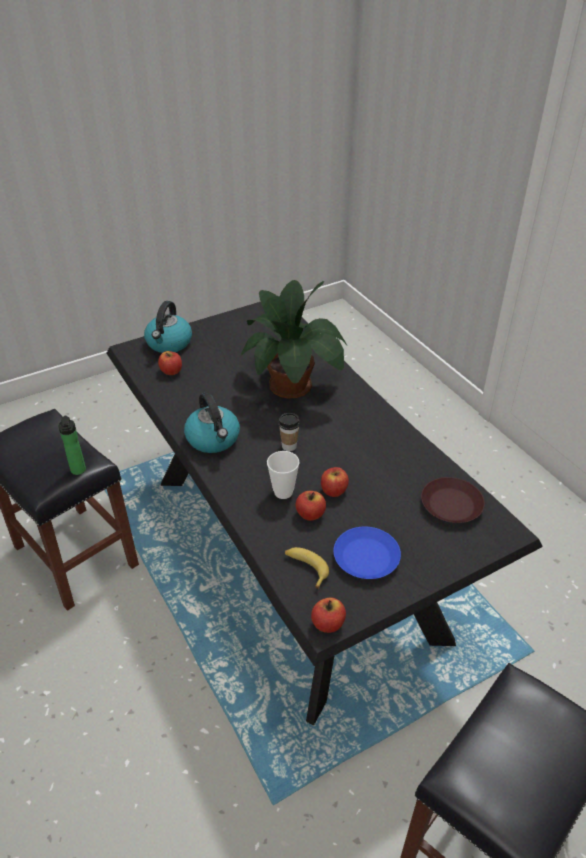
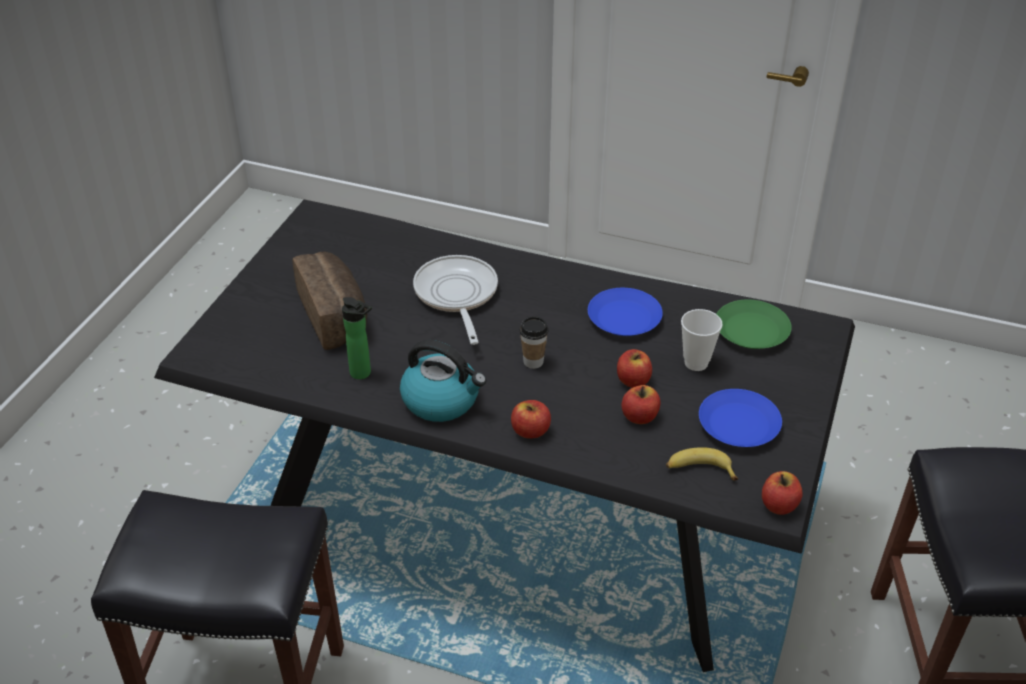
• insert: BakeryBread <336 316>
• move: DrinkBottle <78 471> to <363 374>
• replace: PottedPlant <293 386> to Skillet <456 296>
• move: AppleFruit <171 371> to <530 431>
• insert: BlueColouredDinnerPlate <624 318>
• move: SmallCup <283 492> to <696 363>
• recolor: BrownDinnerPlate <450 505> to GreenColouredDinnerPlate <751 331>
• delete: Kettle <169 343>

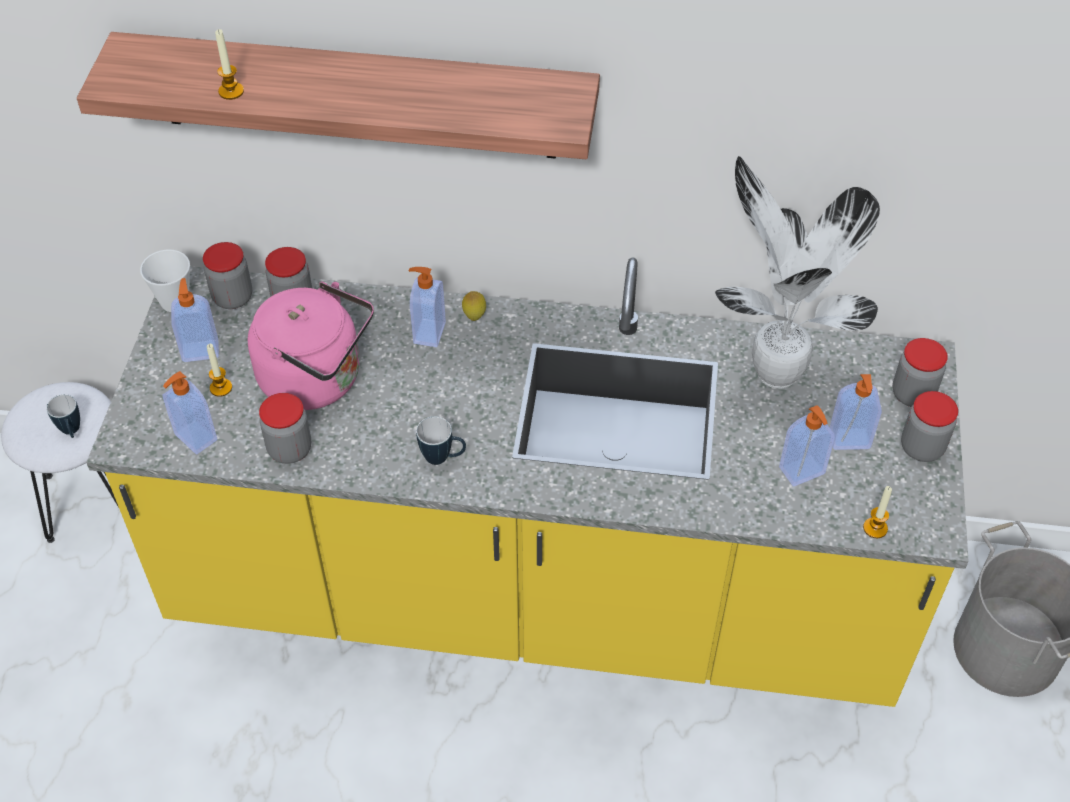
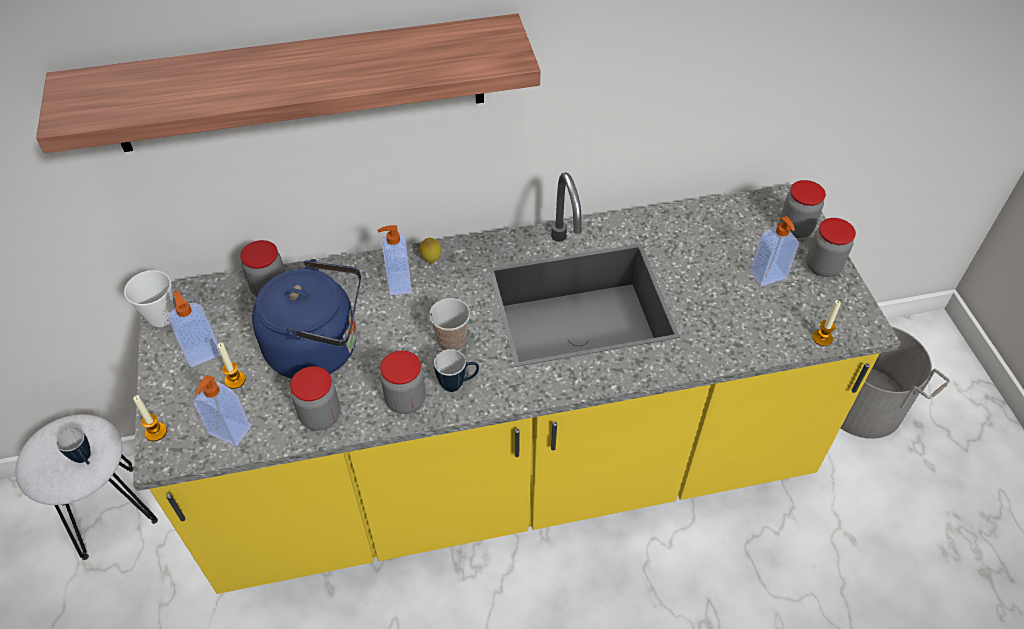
• move: WaxLight <231 91> to <156 432>
• recolor: PinkColouredKettle <317 379> to BlueColouredKettle <319 348>
• move: Jar <233 297> to <406 400>
• insert: SmallCup <452 342>
• delete: PottedPlant <772 371>
• delete: SoapDispenser <802 472>

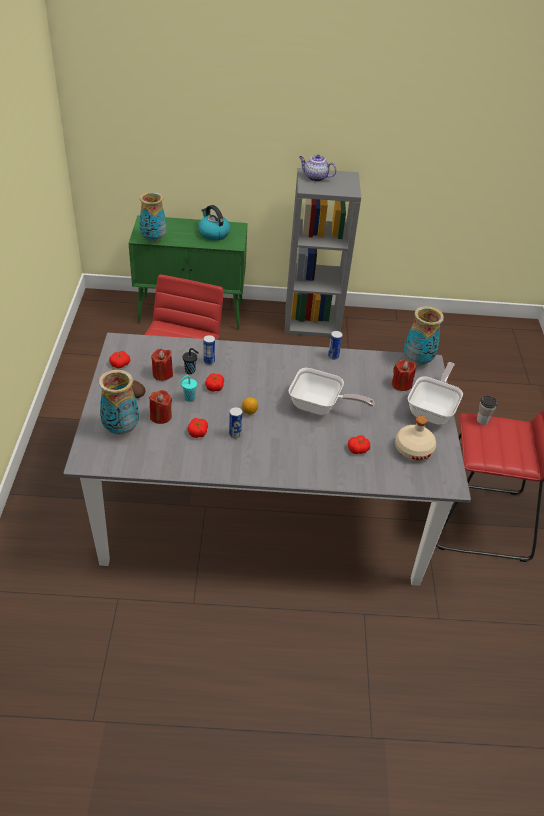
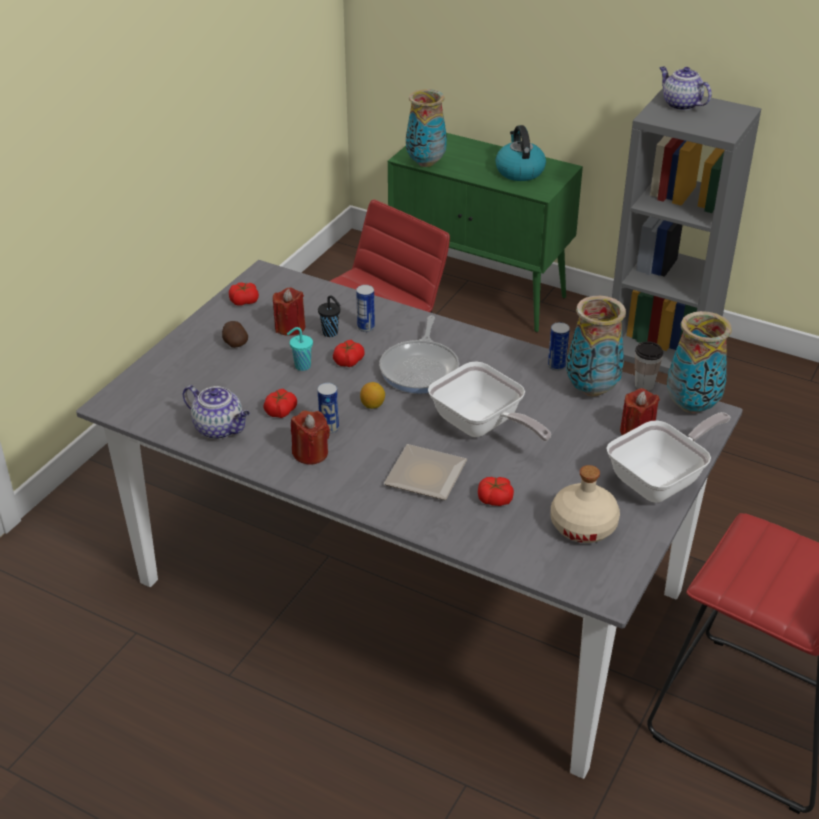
• insert: PotForTea <220 428>
• move: ReddishWaxLight <161 416> to <310 453>
• insert: Skillet <420 368>
• insert: DinnerPlate <428 475>
• move: Vase <121 429> to <592 389>
• move: SmallCup <482 420> to <644 385>

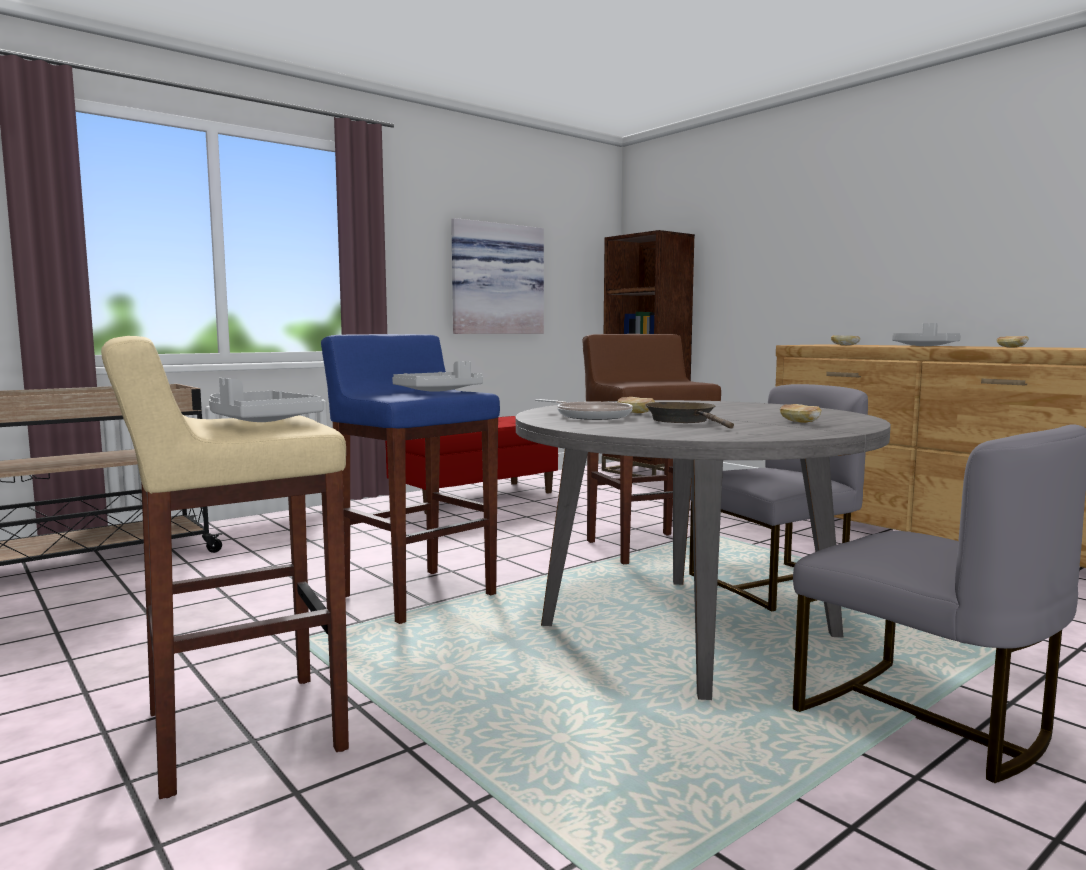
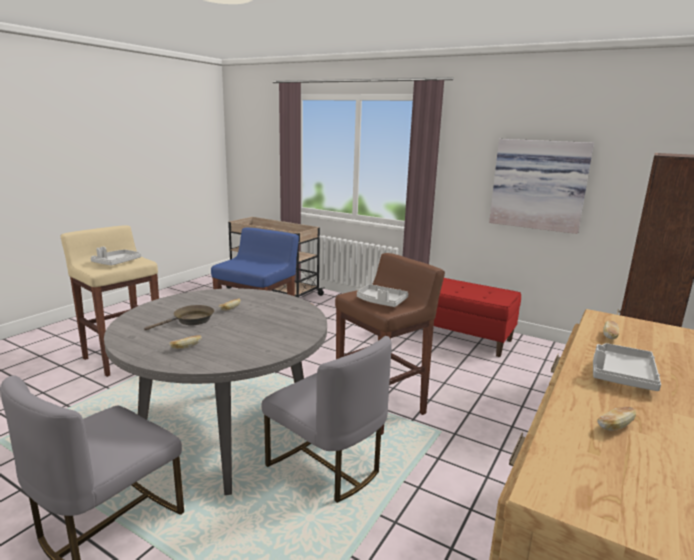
• move: GreyishServingTray <438 391> to <381 302>
• delete: Skillet <590 416>

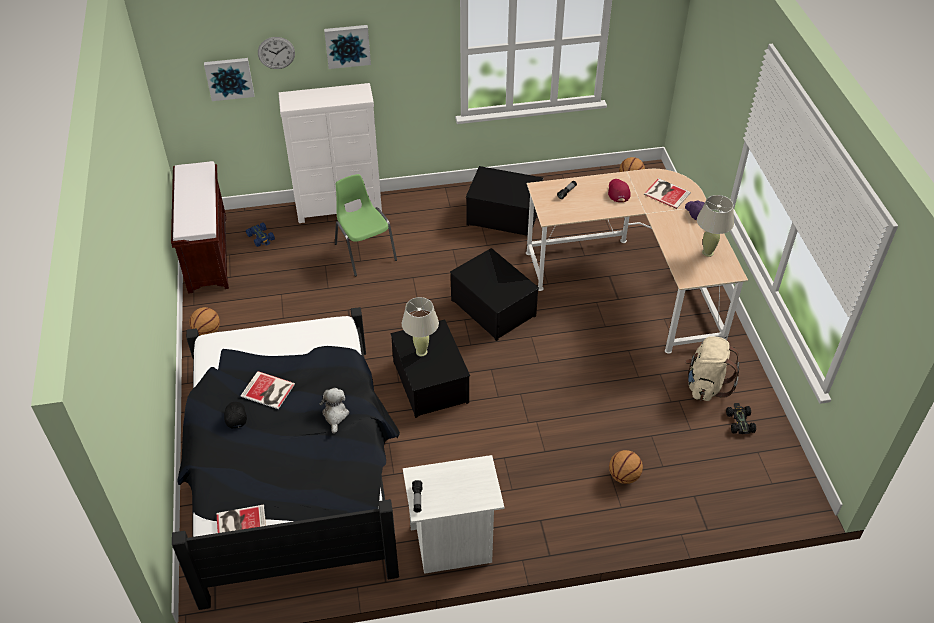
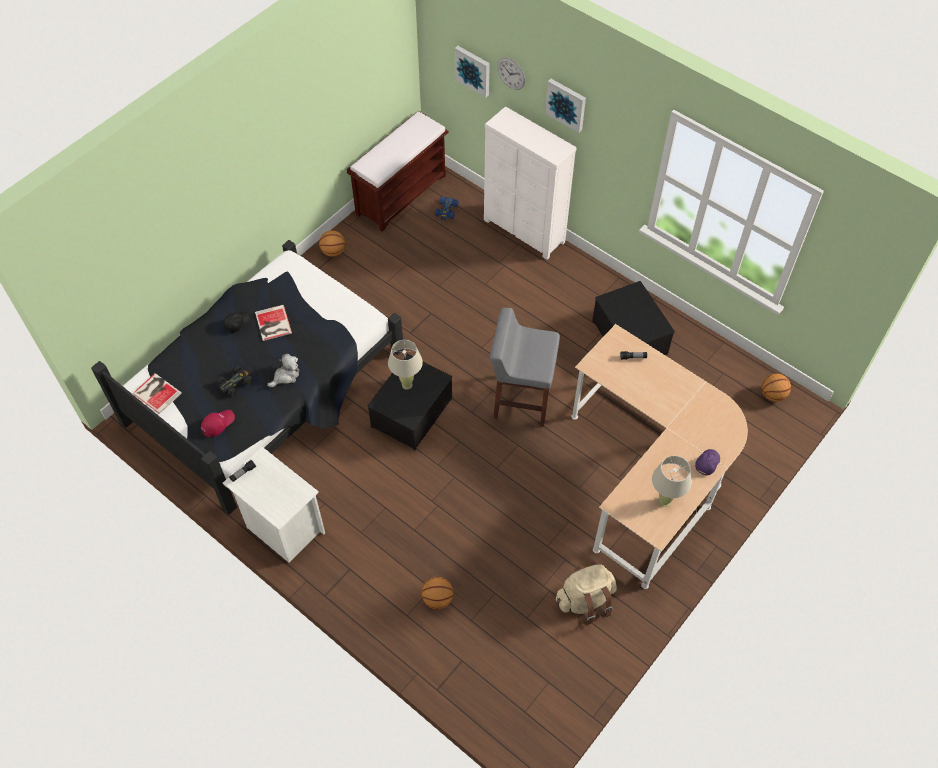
• move: ReddishBaseballCap <618 192> to <217 423>
• move: BlackishMiniatureCar <739 422> to <235 382>
• replace: StorageContainer <492 308> to GreyishStool <521 399>
• delete: GreenColouredUprightChair <364 251>
• delete: BoundBook <666 193>

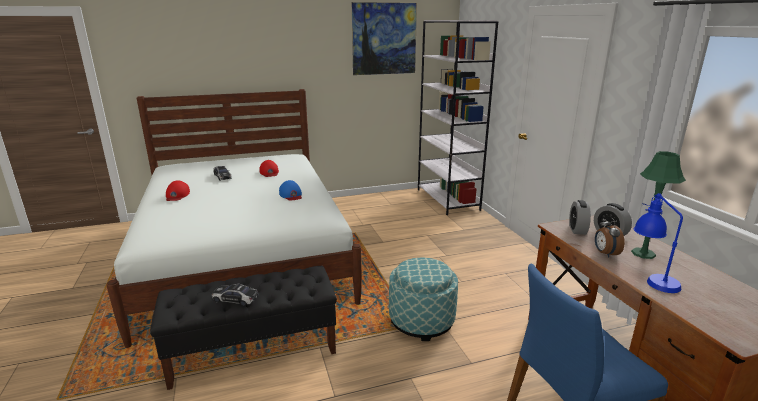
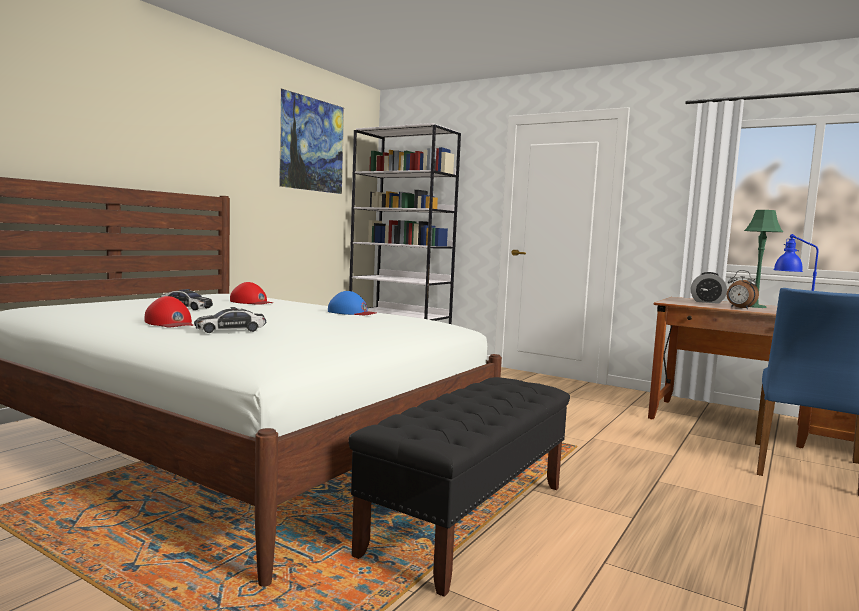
• move: MiniatureCar <235 299> to <230 330>
• delete: Pouffe <421 320>
• delete: TableClock <577 229>

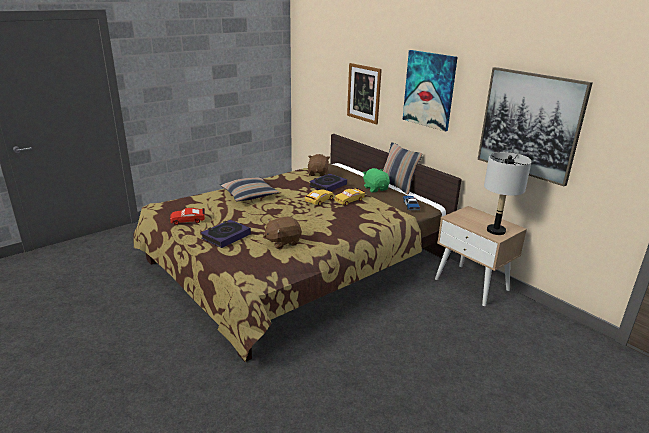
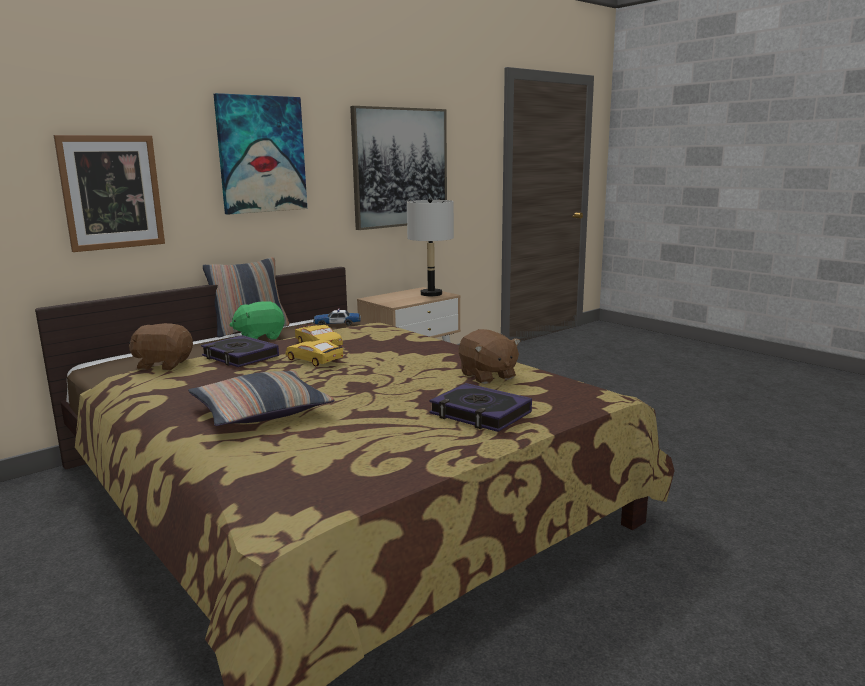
• delete: ReddishMiniatureCar <188 220>

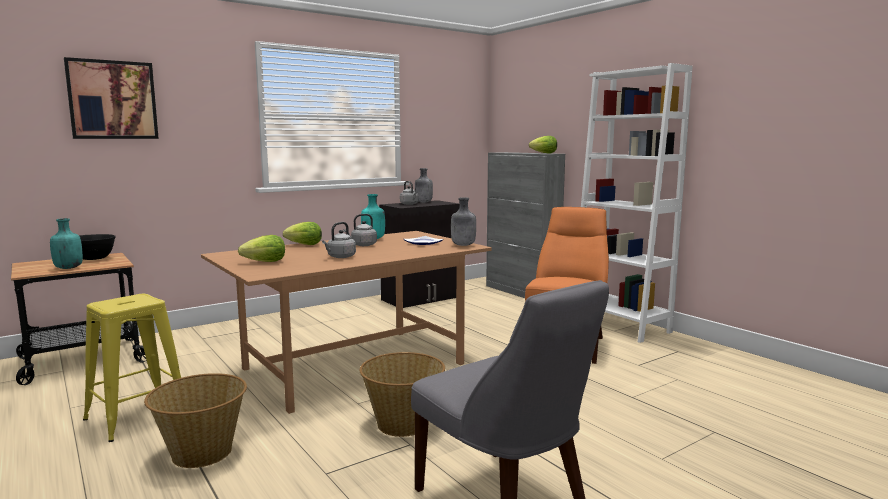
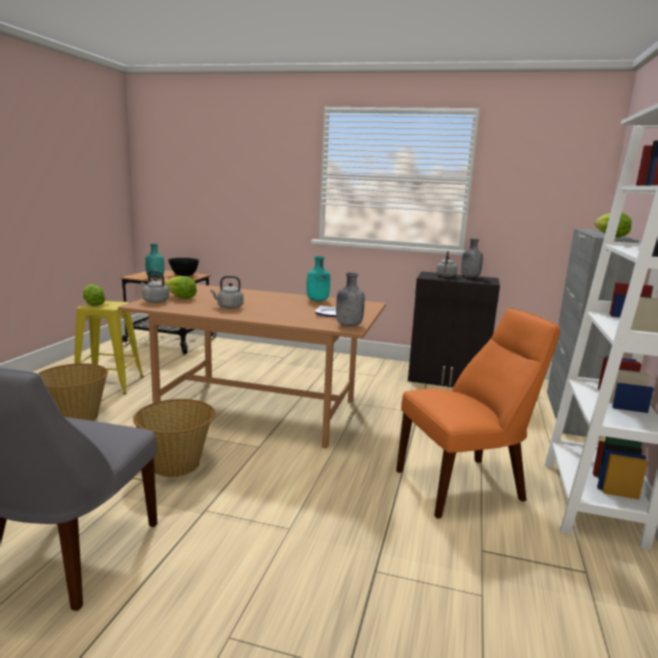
• move: Lettuce <304 245> to <93 304>
• move: GreyishKettle <362 245> to <155 301>
• delete: WallPicture <112 100>

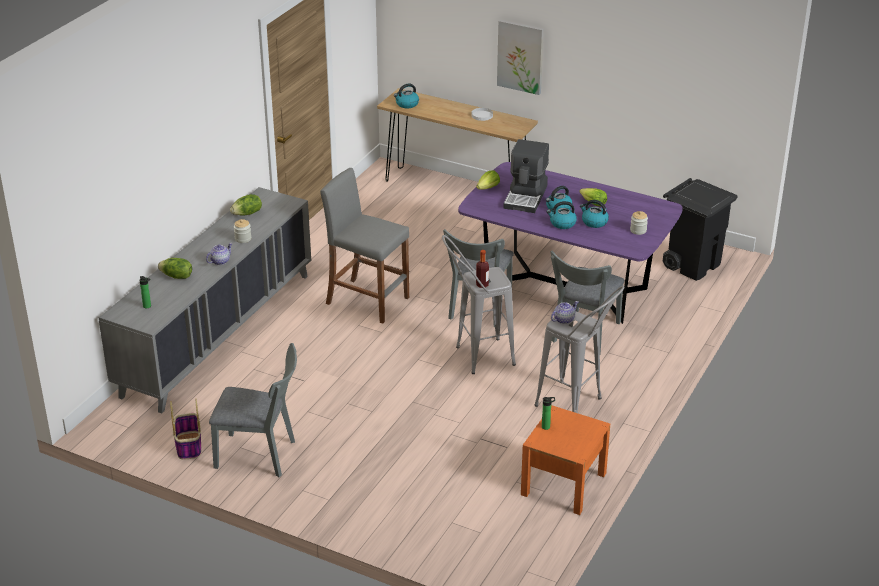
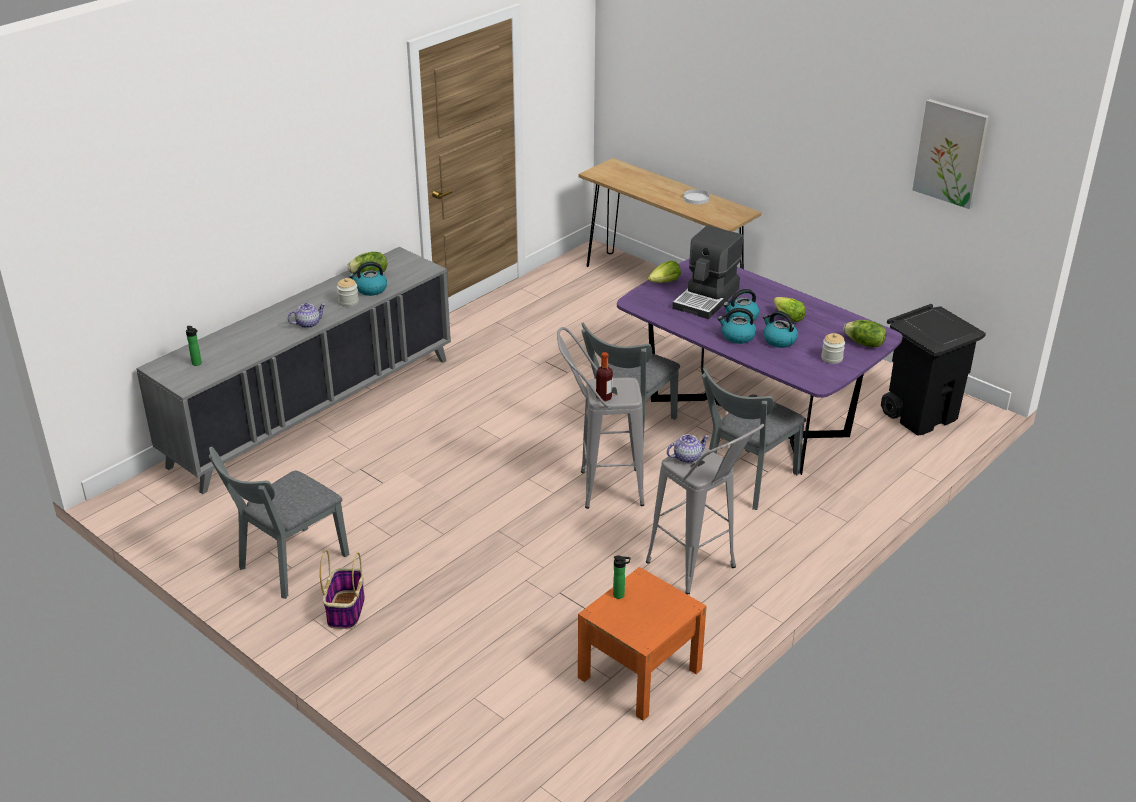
• rotate: GreyishUprightChair <261 455> = <287 566> 105 degrees clockwise
• move: HouseholdBasket <188 445> to <346 610>
• move: Kettle <407 104> to <370 289>
• move: Lettuce <176 276> to <864 344>
• move: WallPicture <520 56> to <951 153>
• delete: GreyishStool <367 300>

